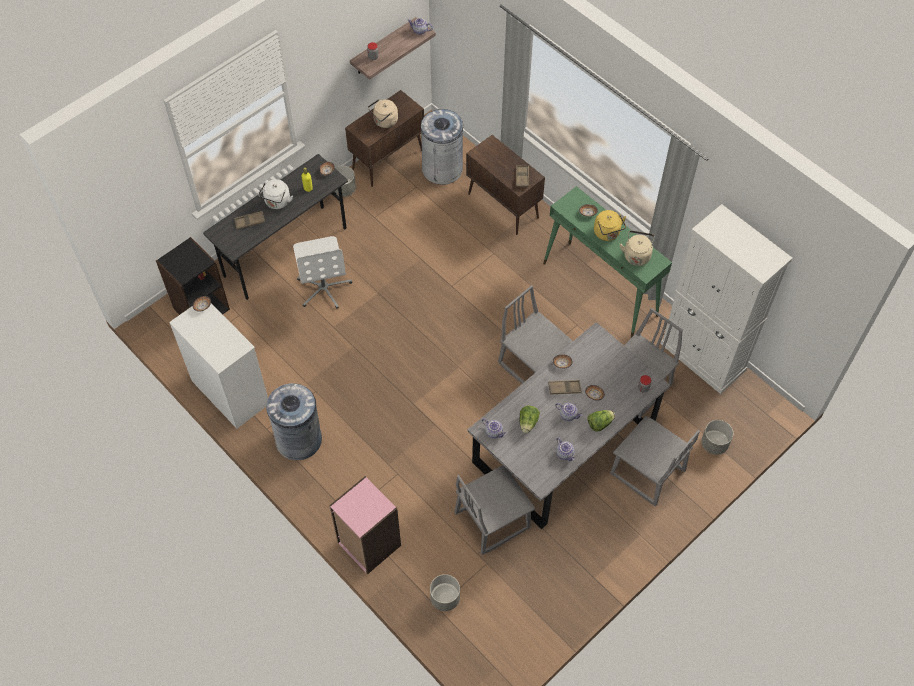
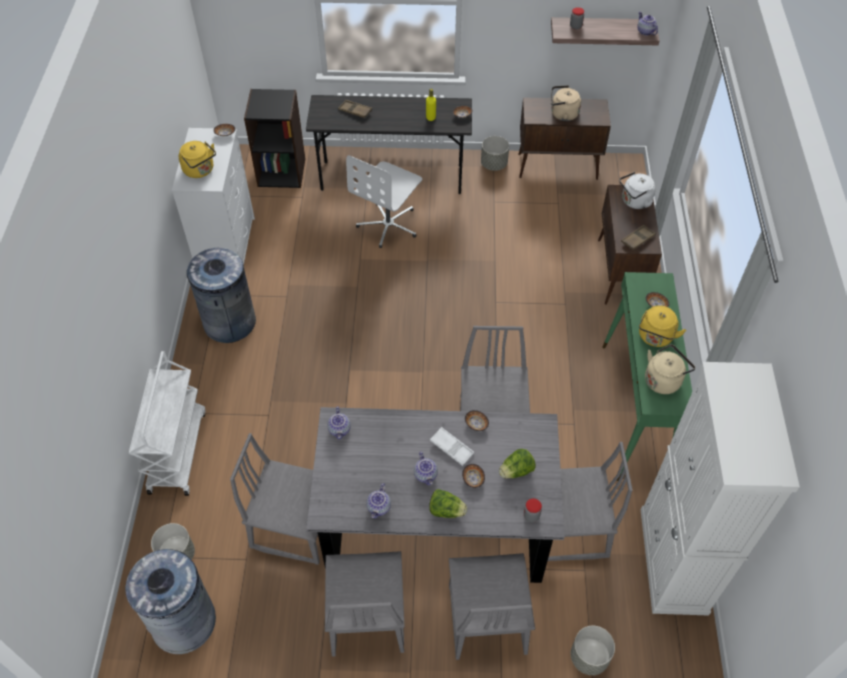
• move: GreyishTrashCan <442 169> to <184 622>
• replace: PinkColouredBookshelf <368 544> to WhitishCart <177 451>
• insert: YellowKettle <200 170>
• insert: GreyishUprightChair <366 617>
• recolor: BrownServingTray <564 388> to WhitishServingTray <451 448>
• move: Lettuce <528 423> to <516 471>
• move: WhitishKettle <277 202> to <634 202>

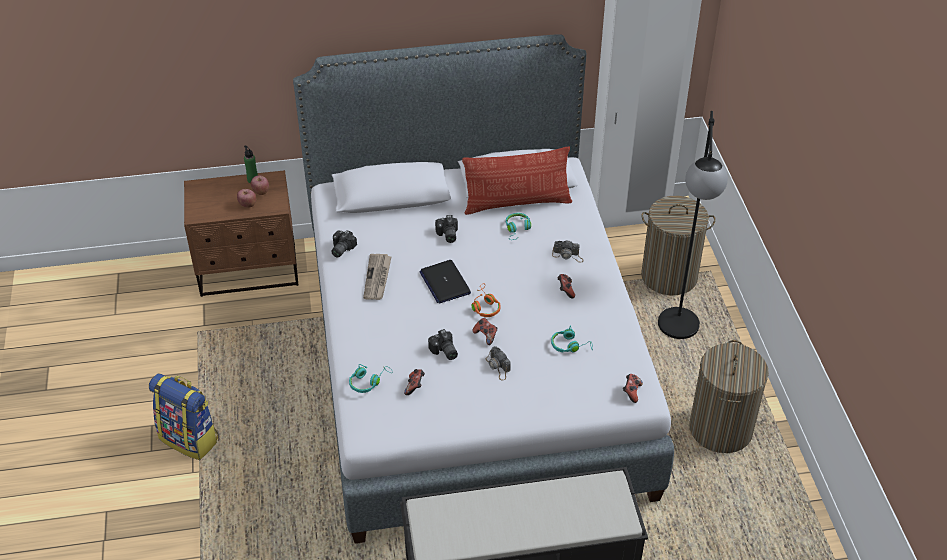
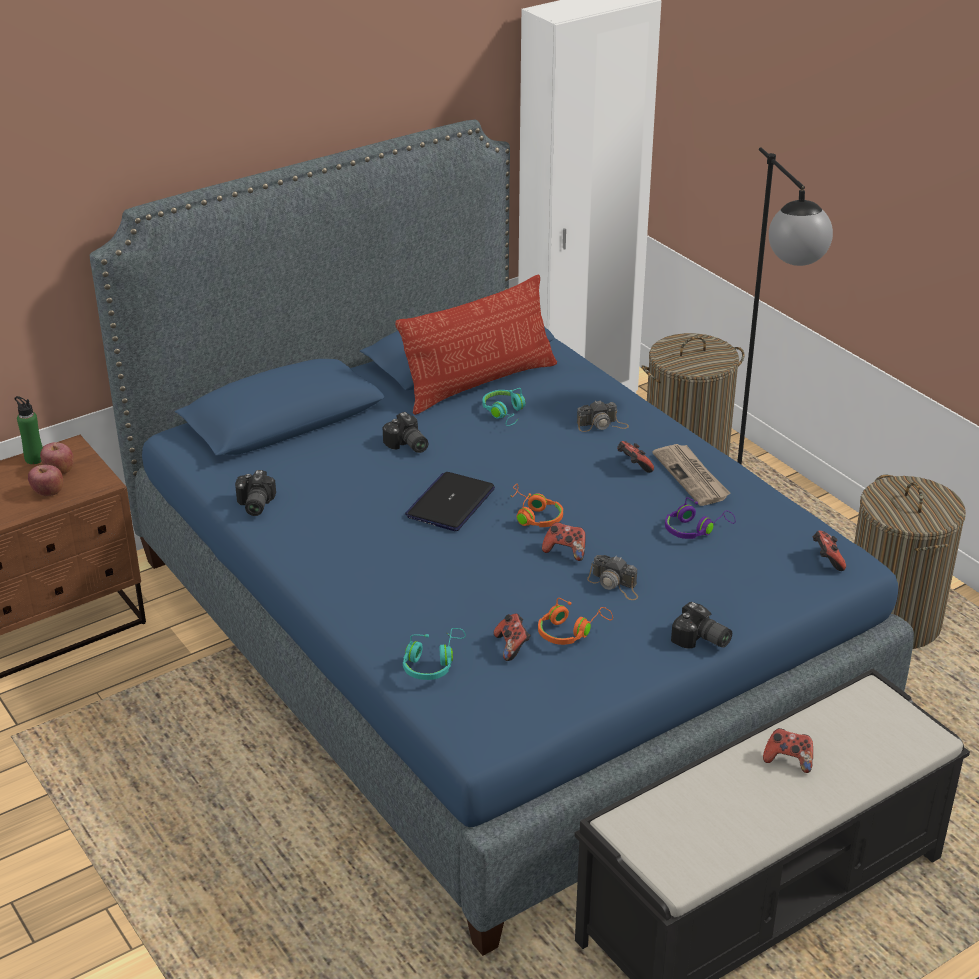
• recolor: GreyishBedroomBed <472 360> to BlueColouredBedroomBed <487 641>
• rotate: NotebookComputer <445 282> = <450 503> 75 degrees clockwise
• insert: OrangeColouredPairOfHeadphones <571 631>
• move: Newspaper <377 278> to <692 477>
• recolor: TurquoisePairOfHeadphones <570 345> to PurpleColouredPairOfHeadphones <695 529>
• move: StillCamera <444 352> to <701 640>
• insert: Joypad <788 760>
• delete: Backpack <190 438>

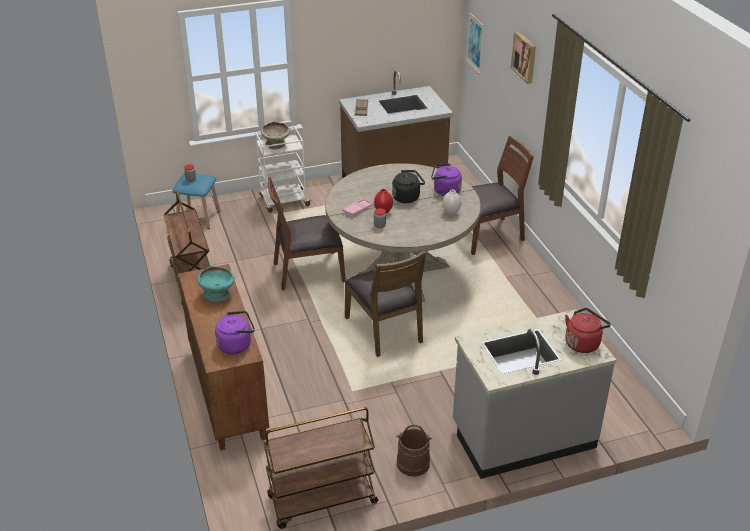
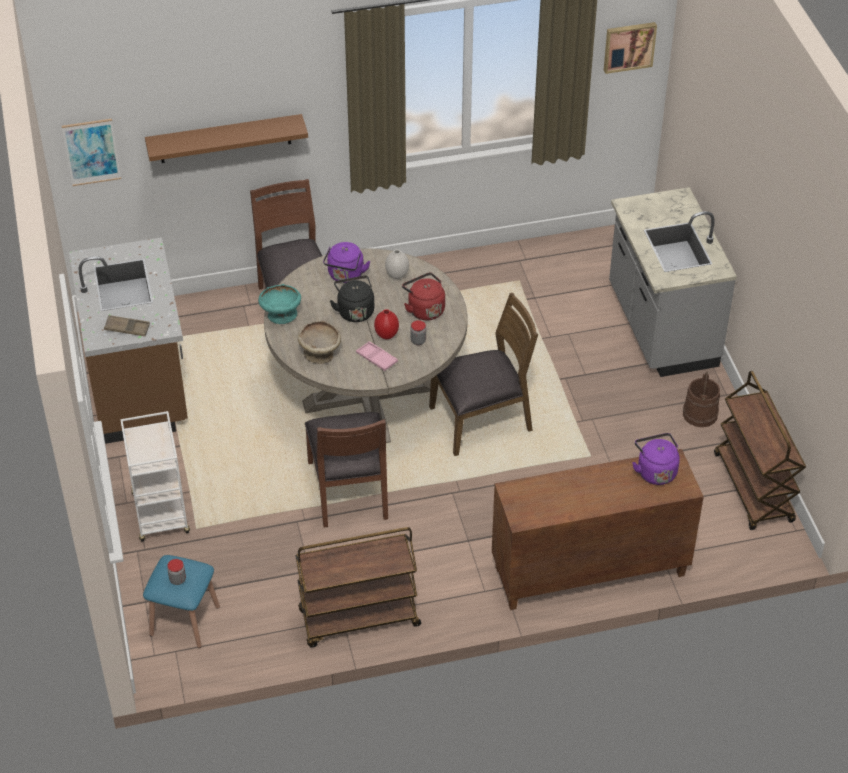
• insert: BrownBracketShelf <225 139>
• move: TurquoiseDeepDish <217 294> to <280 315>
• move: BeigeColouredDeepDish <276 145> to <320 353>
• move: ReddishKettle <583 343> to <424 309>
• move: WallPicture <525 57> to <629 46>

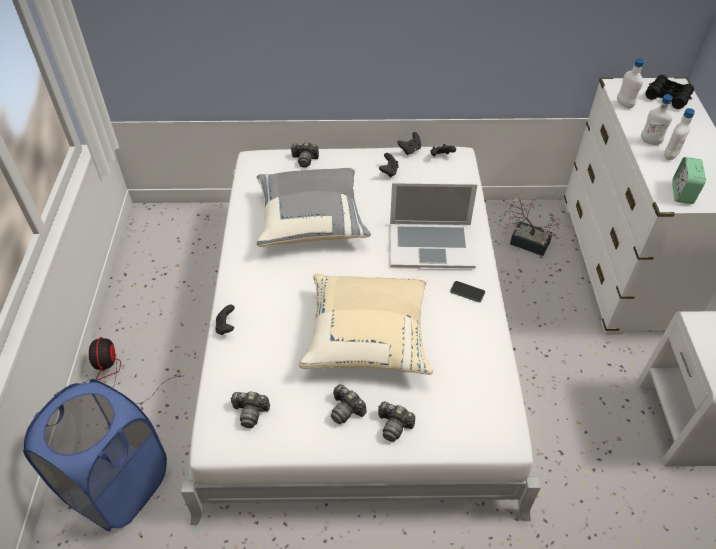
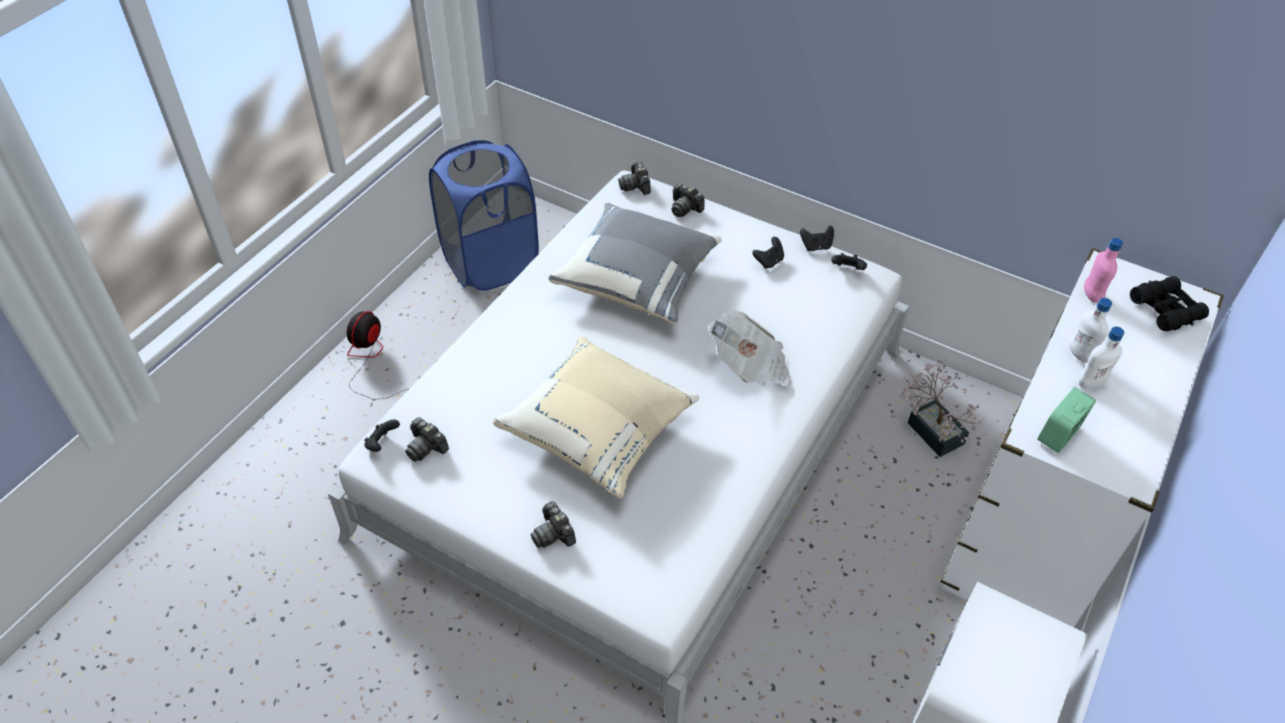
• move: BlackishJoypad <226 327> to <382 443>
• move: BlueColouredWashingBasket <118 485> to <490 263>
• move: StillCamera <346 410> to <635 186>
• replace: NotebookComputer <431 244> to Newspaper <750 366>
• recolor: WhitishDrinkBottle <624 104> to PinkColouredDrinkBottle <1091 295>
• delete: Telephone <467 292>

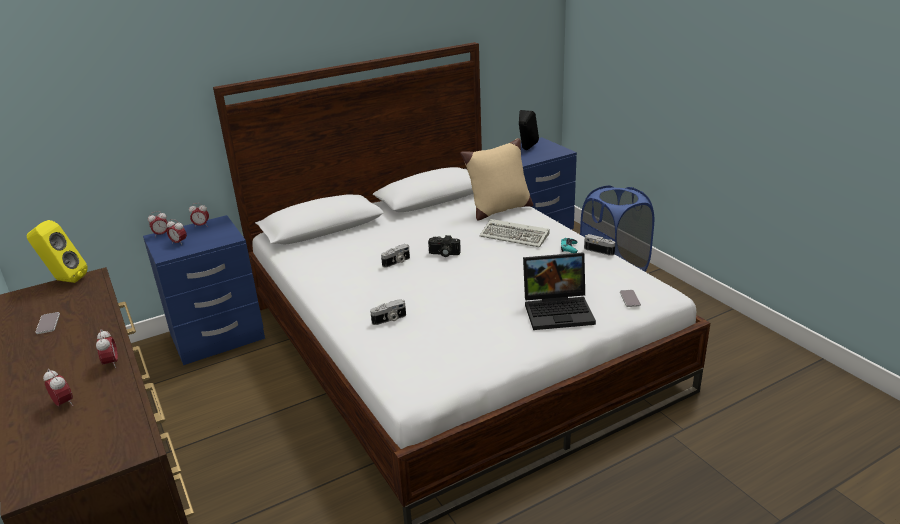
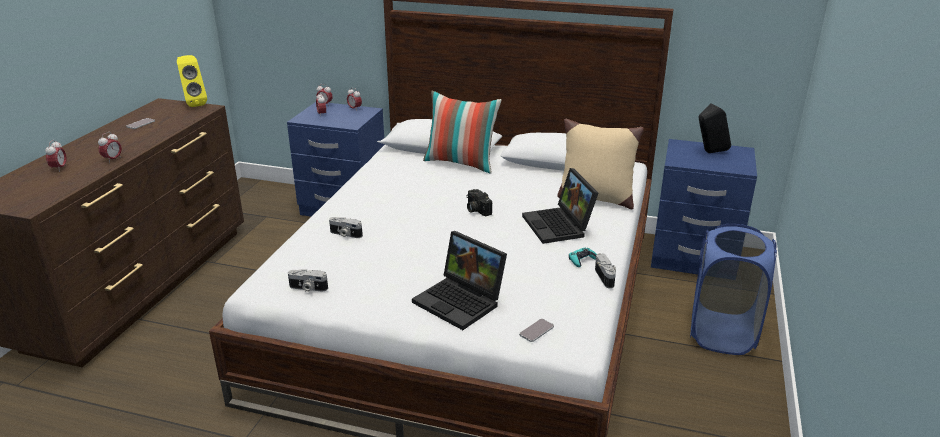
• move: StillCamera <397 262> to <308 288>
• insert: Pillow <461 163>
• replace: PcKeyboard <516 236> to NotebookComputer <559 226>

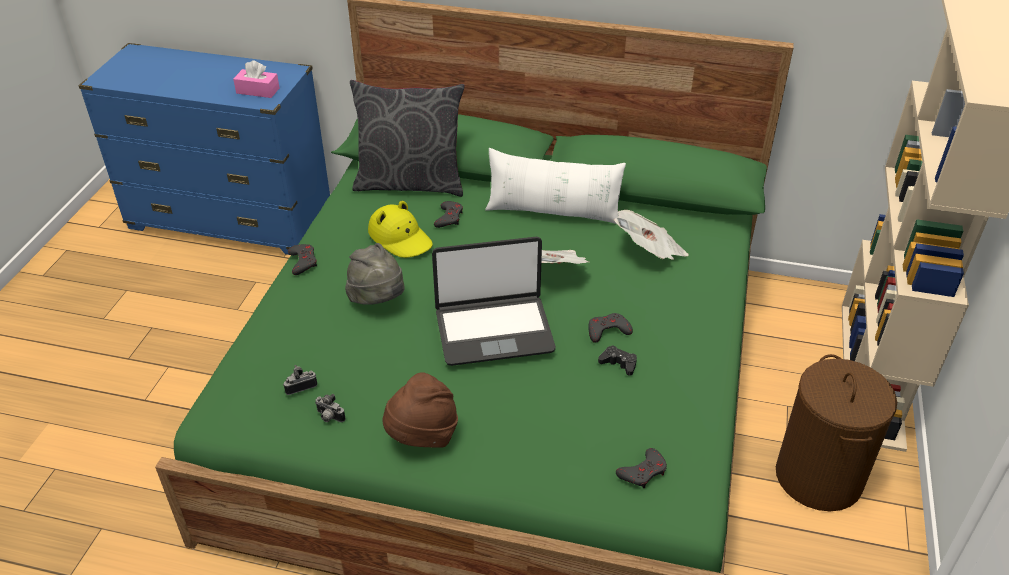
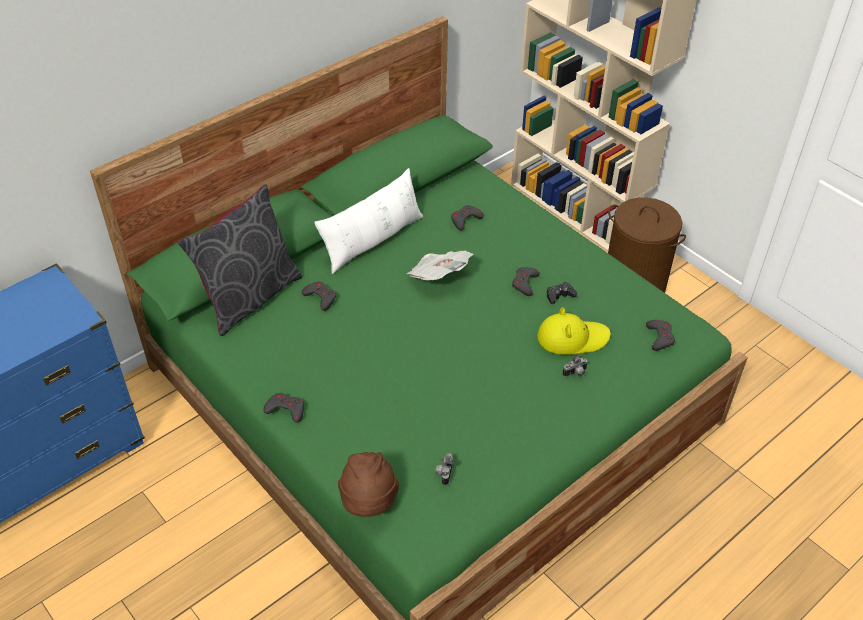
• move: BrownClothingHat <422 436> to <369 502>
• replace: Newspaper <649 251> to GreyishJoypad <465 220>
• move: YellowClothingHat <400 238> to <572 338>
• move: StillCamera <329 417> to <575 373>
• delete: PinkColouredTissueHolder <258 91>
• delete: GreyishClothingHat <378 300>
• delete: NotebookComputer <494 330>

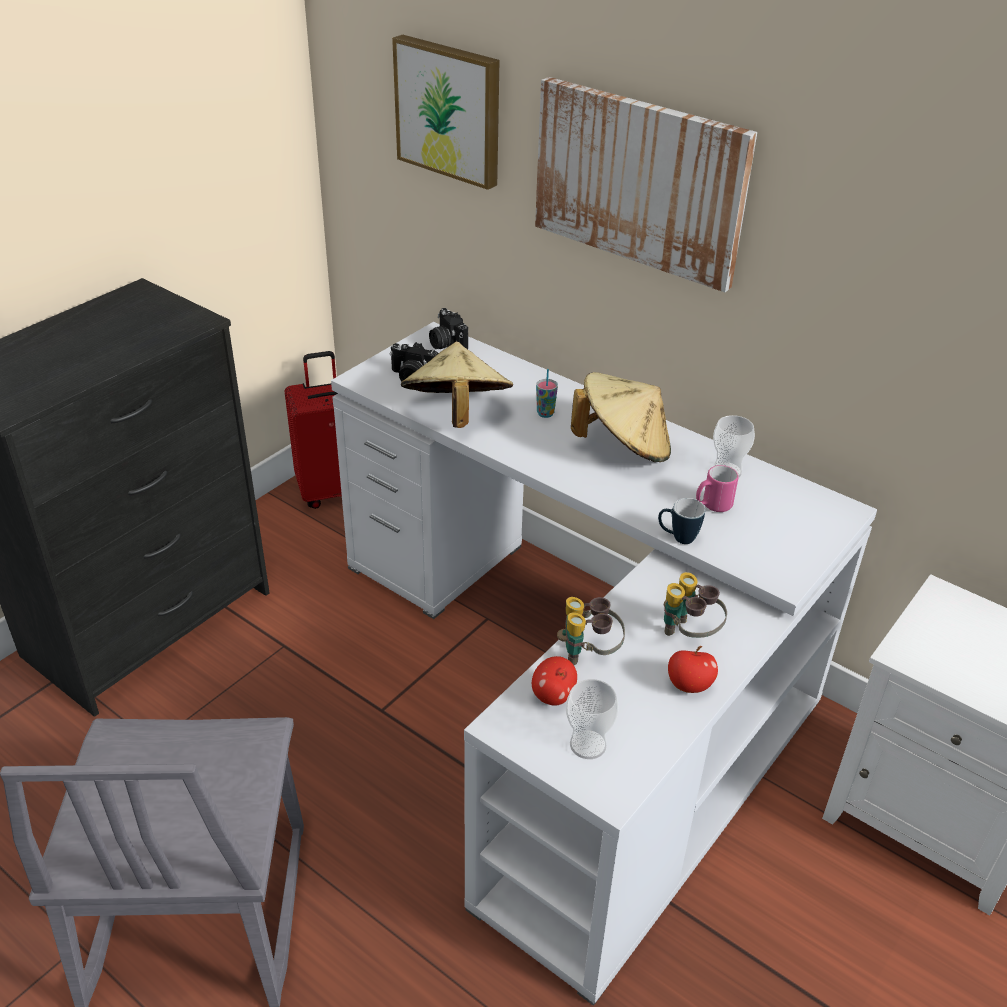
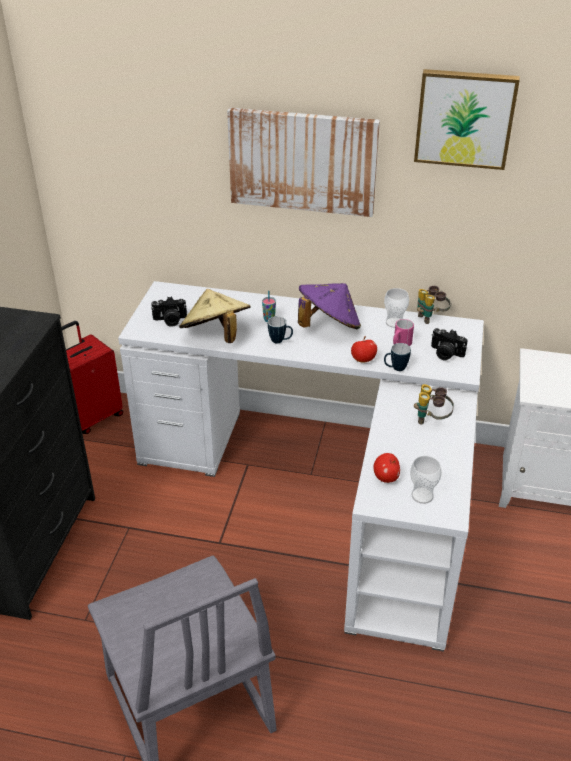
• insert: CoffeeMug <280 341>
• recolor: BeigeColouredClothingHat <623 447> to PurpleColouredClothingHat <328 326>
• move: AppleFruit <689 685> to <363 360>
• move: WallPicture <450 110> to <465 118>
• move: Binoculars <588 654> to <430 317>
• move: StillCamera <446 344> to <445 353>

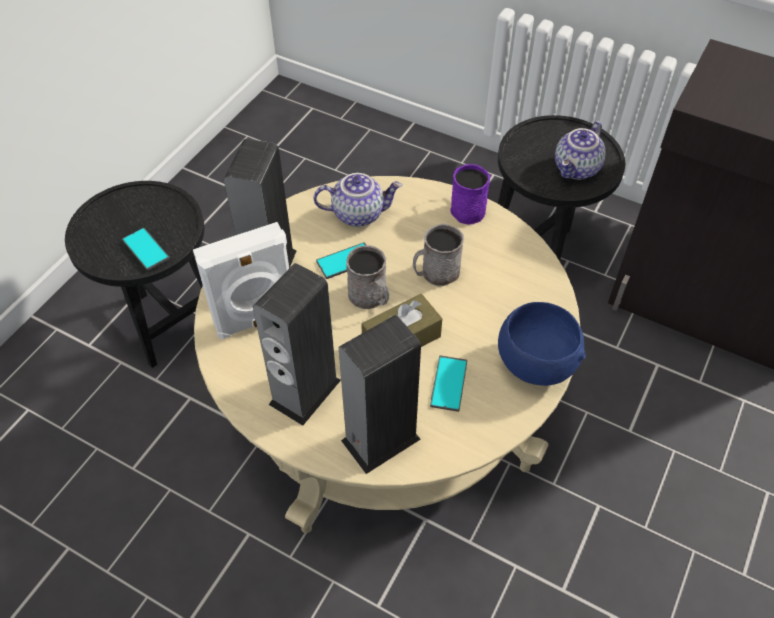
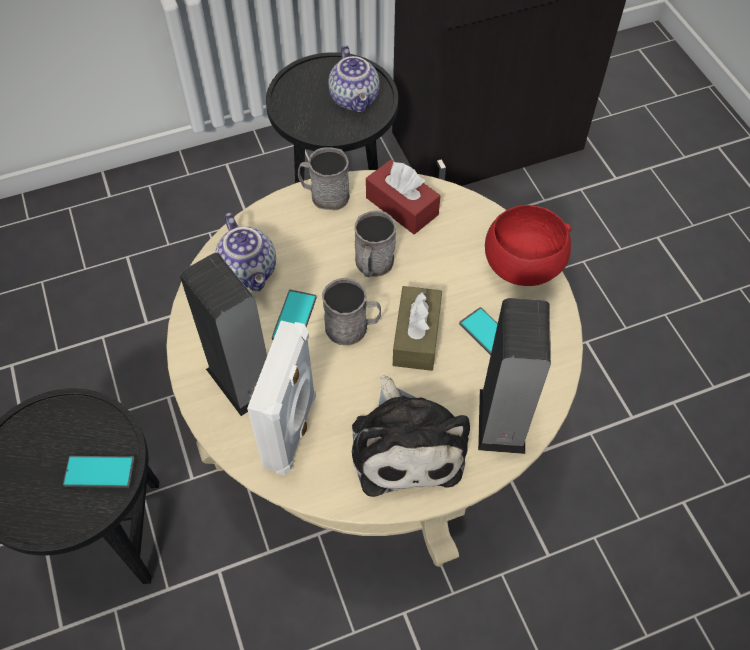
• rotate: PotForTea <358 213> = <250 271> 120 degrees clockwise
• recolor: PurpleColouredCoffeeMug <465 208> to GreyishCoffeeMug <324 195>
• replace: Speaker <305 392> to PlushToy <406 444>
• insert: ReddishTissueHolder <402 206>
• recolor: BlueColouredDeepDish <534 363> to ReddishDeepDish <520 267>

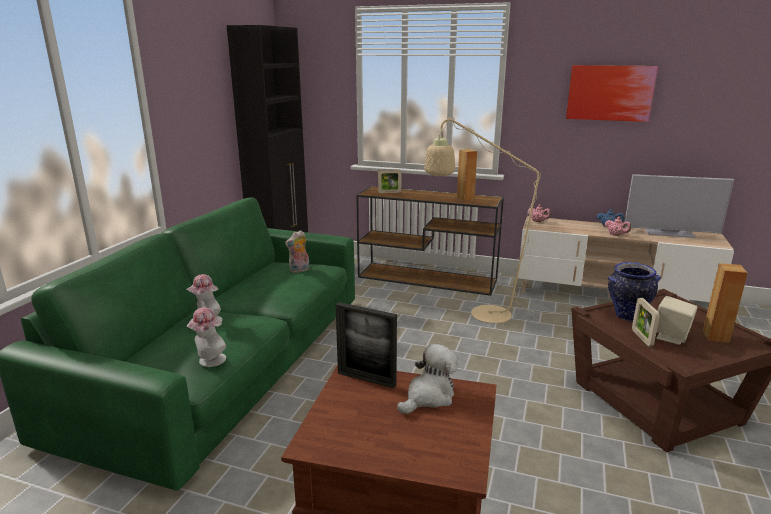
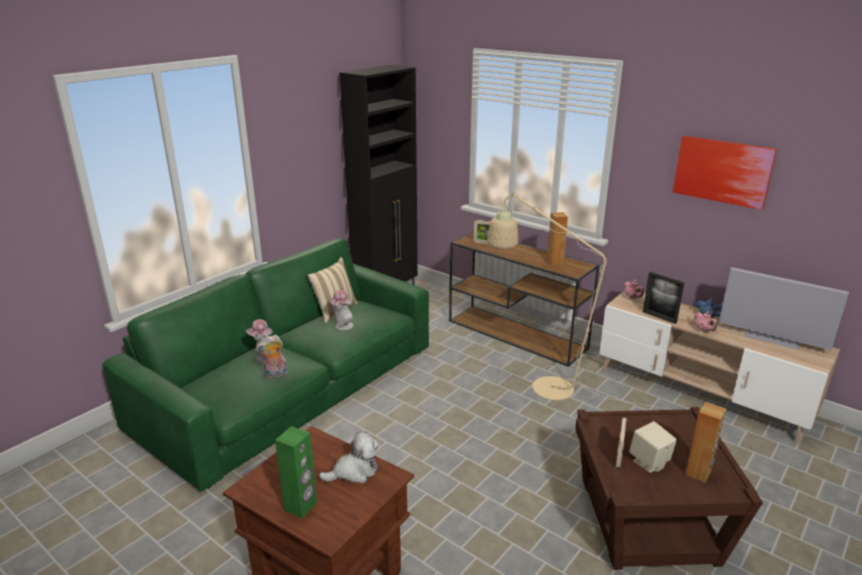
• move: PlushToy <299 270> to <275 375>
• insert: GreenColouredSpeaker <301 506>
• insert: BeigeColouredPillow <334 311>
• move: ClothingHat <209 361> to <342 326>
• move: StandingFrame <366 379> to <659 317>
• delete: Vase <627 316>

